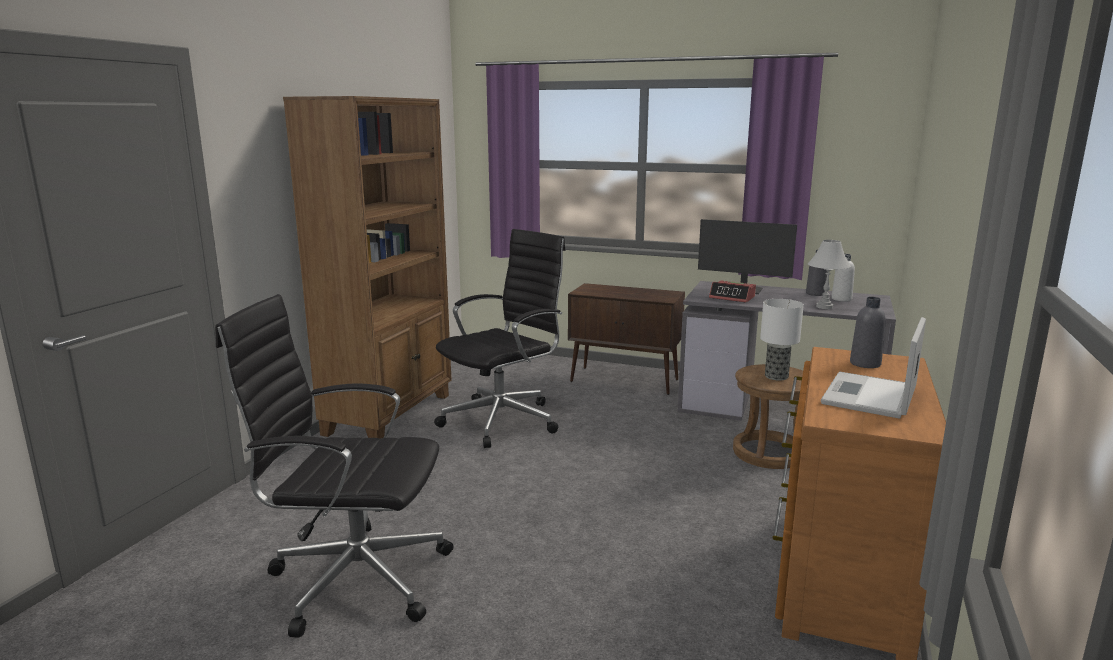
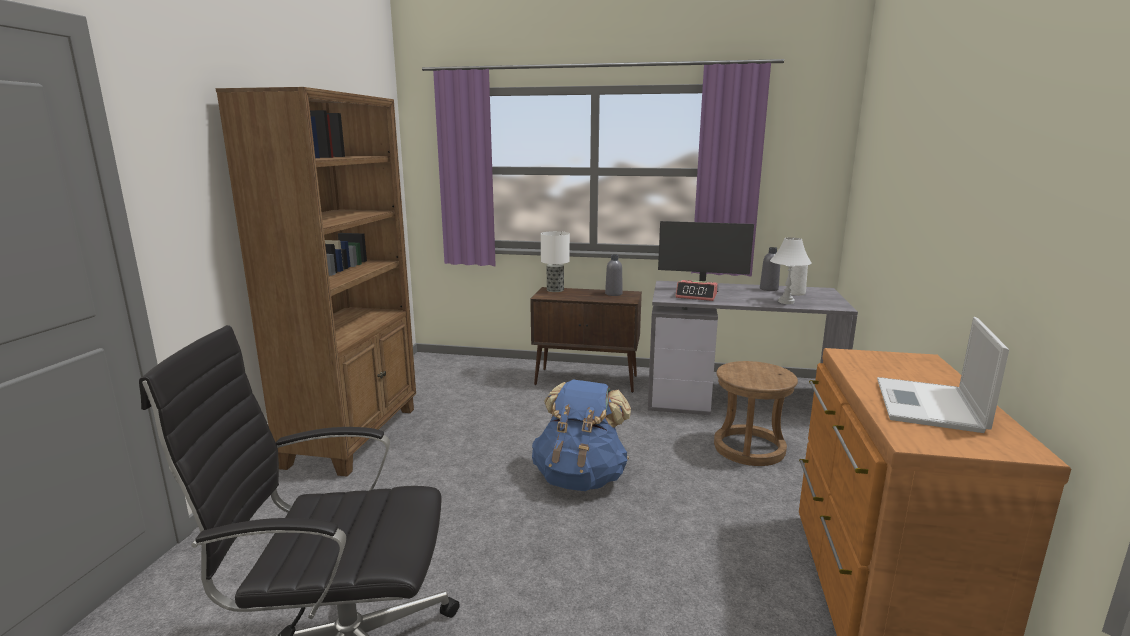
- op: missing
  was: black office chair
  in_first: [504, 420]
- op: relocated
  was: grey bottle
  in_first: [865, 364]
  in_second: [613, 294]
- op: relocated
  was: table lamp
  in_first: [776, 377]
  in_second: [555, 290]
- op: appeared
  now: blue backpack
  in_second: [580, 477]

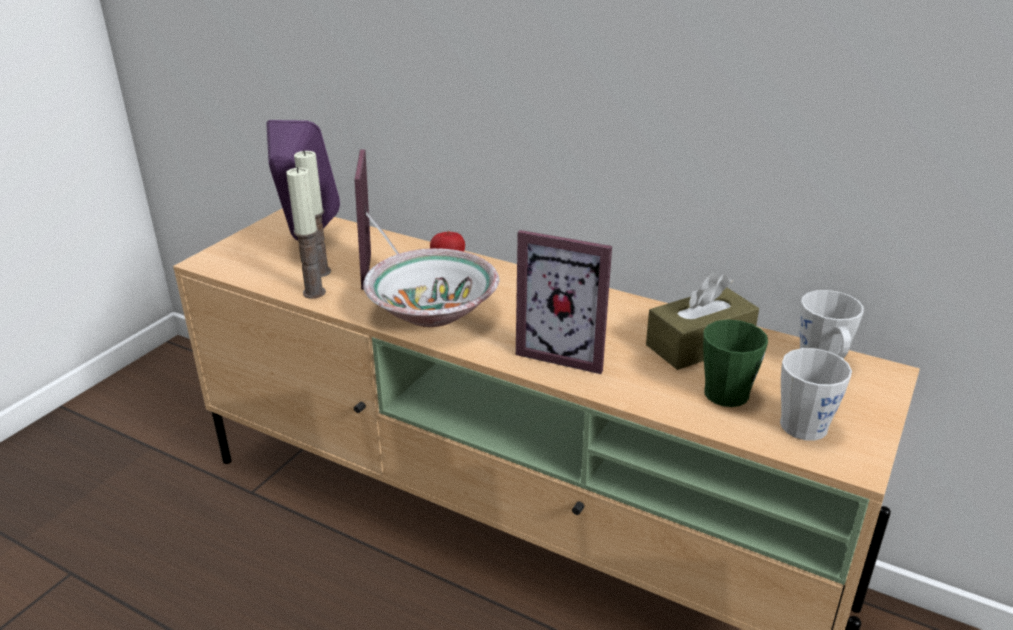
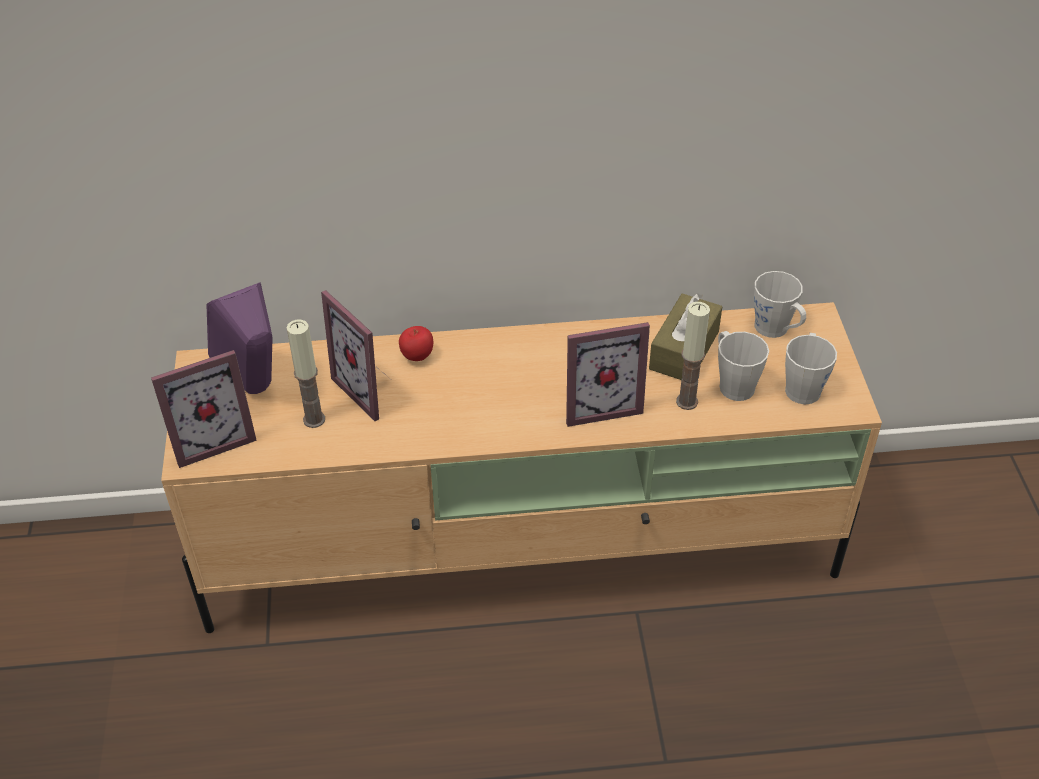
- op: relocated
  was: candle
  in_first: [314, 292]
  in_second: [686, 401]
- op: missing
  was: bowl
  in_first: [434, 311]
- op: colour
  was: green mug
  now: grey mug
  in_first: [726, 388]
  in_second: [733, 383]
- op: appeared
  now: picture frame
  in_second: [211, 438]

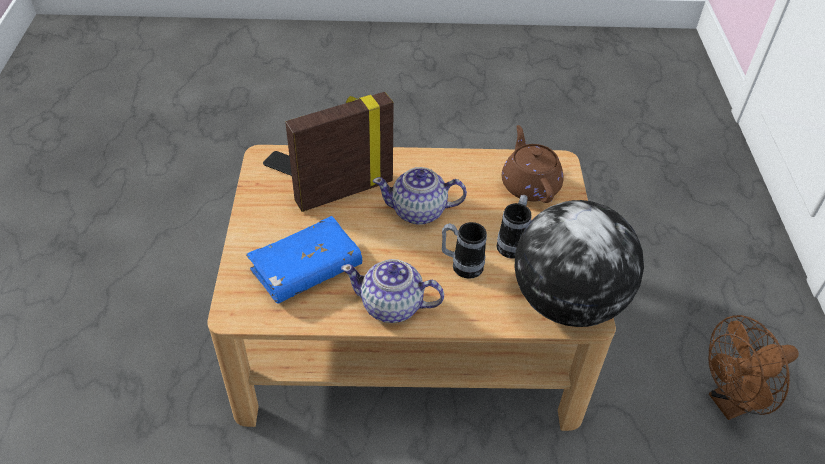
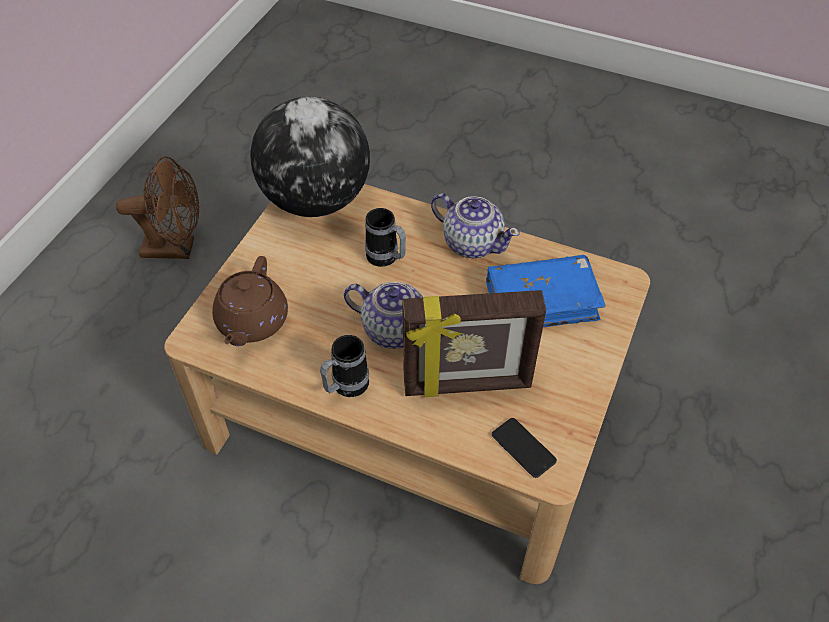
- op: relocated
  was: mug
  in_first: [513, 243]
  in_second: [345, 387]

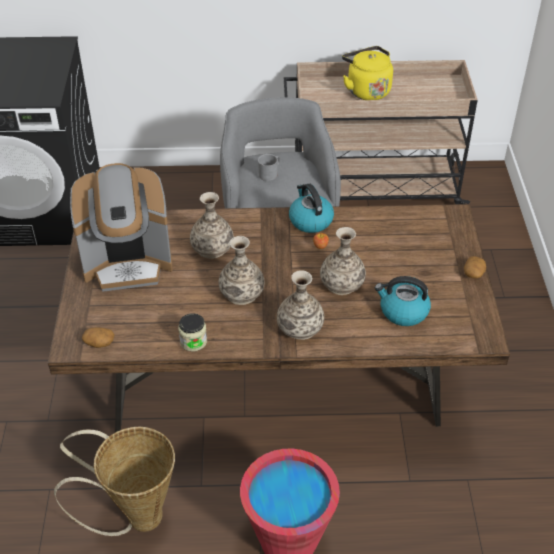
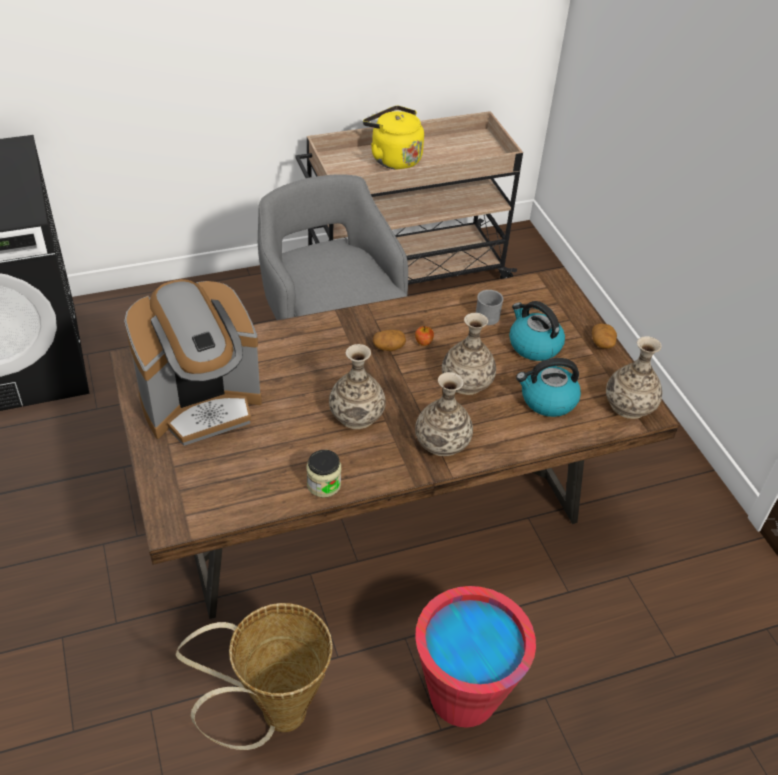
- op: relocated
  was: grey mug
  in_first: [270, 173]
  in_second: [488, 314]
- op: relocated
  was: kettle
  in_first: [310, 220]
  in_second: [533, 345]
- op: relocated
  was: vase
  in_first: [212, 248]
  in_second: [629, 405]
- op: relocated
  was: potato
  in_first: [99, 343]
  in_second: [388, 347]

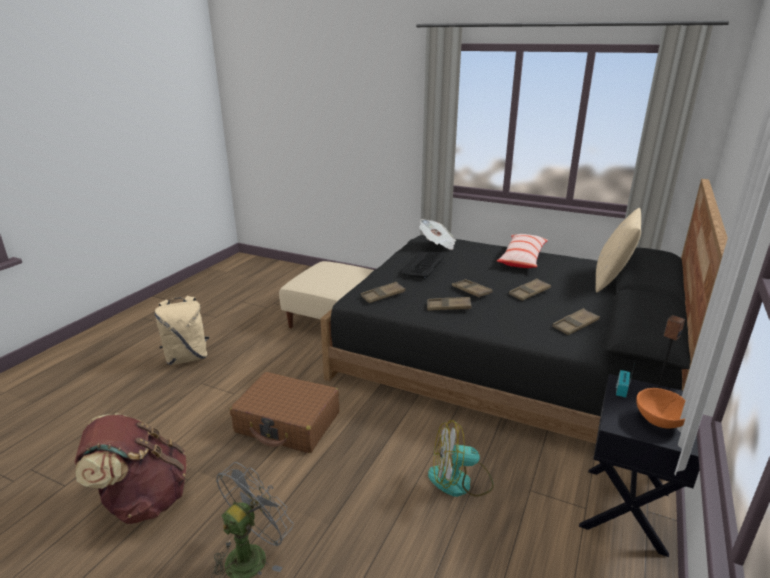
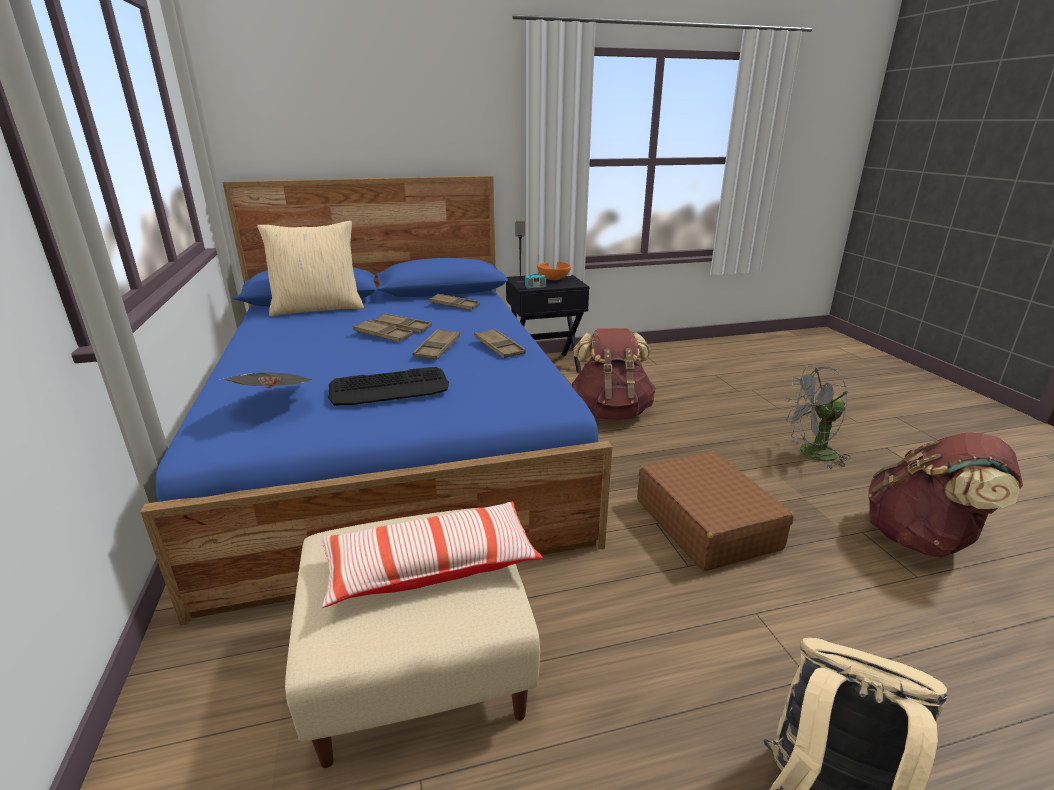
- op: colour
  was: black bed
  now: blue bed
  in_first: [506, 360]
  in_second: [396, 444]
- op: relocated
  was: pillow
  in_first: [522, 258]
  in_second: [431, 566]
- op: relocated
  was: brown tray
  in_first: [383, 295]
  in_second: [383, 335]
- op: exchanged
  was: fan
  now: brown backpack
  in_first: [460, 481]
  in_second: [610, 412]

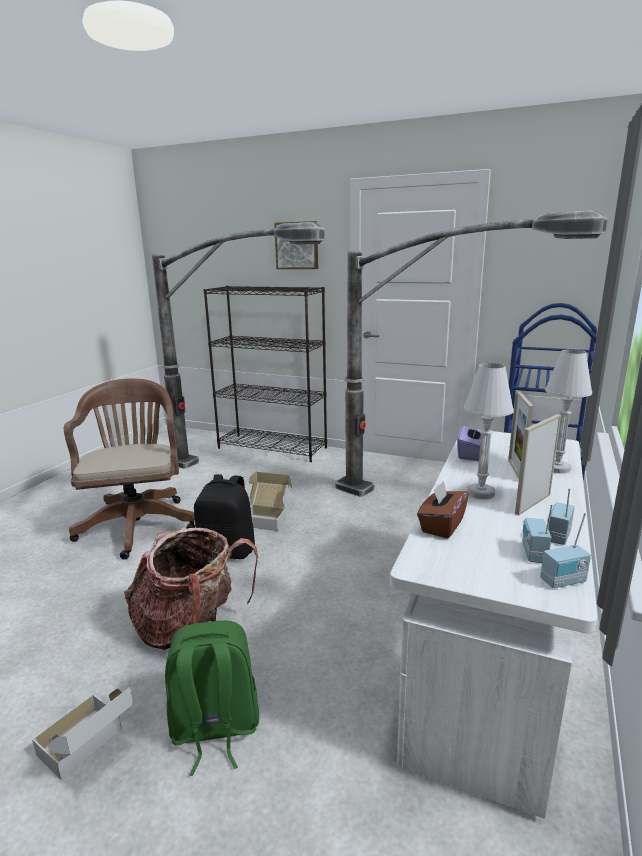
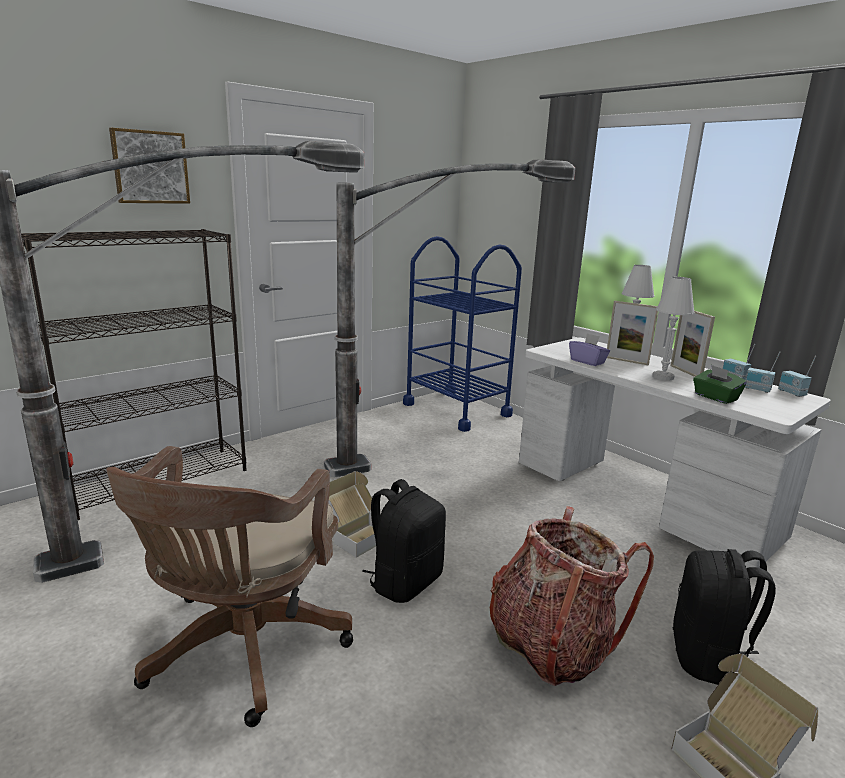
- op: spun
  was: brown office chair
  in_first: [138, 523]
  in_second: [242, 651]
  clockwise: -90
- op: colour
  was: brown tissue box
  now: green tissue box
  in_first: [441, 525]
  in_second: [715, 397]
- op: spun
  was: radio
  in_first: [564, 582]
  in_second: [791, 393]
  clockwise: 150
- op: colour
  was: green backpack
  now: black backpack
  in_first: [214, 729]
  in_second: [708, 658]

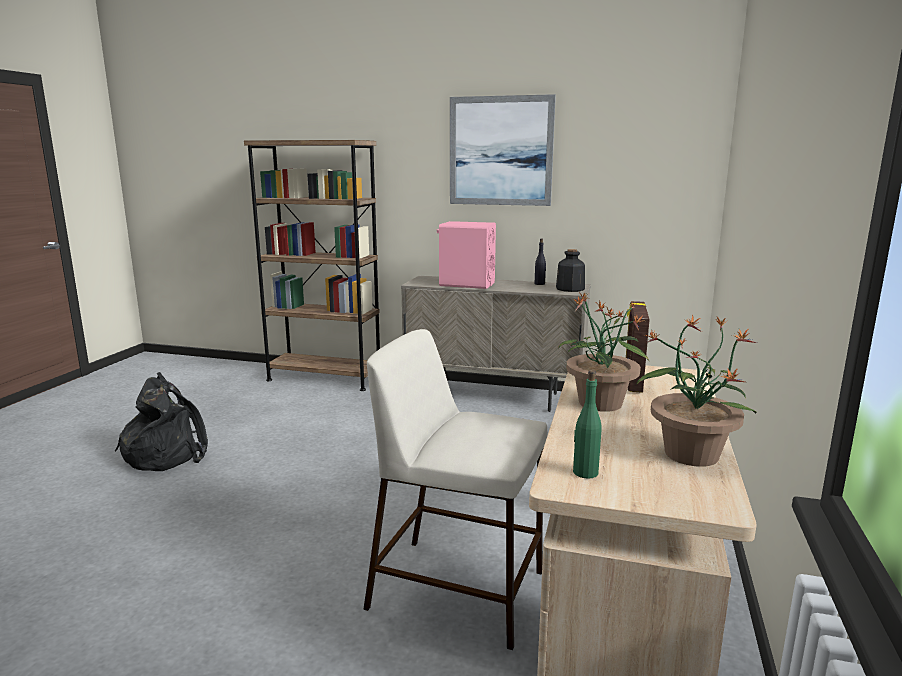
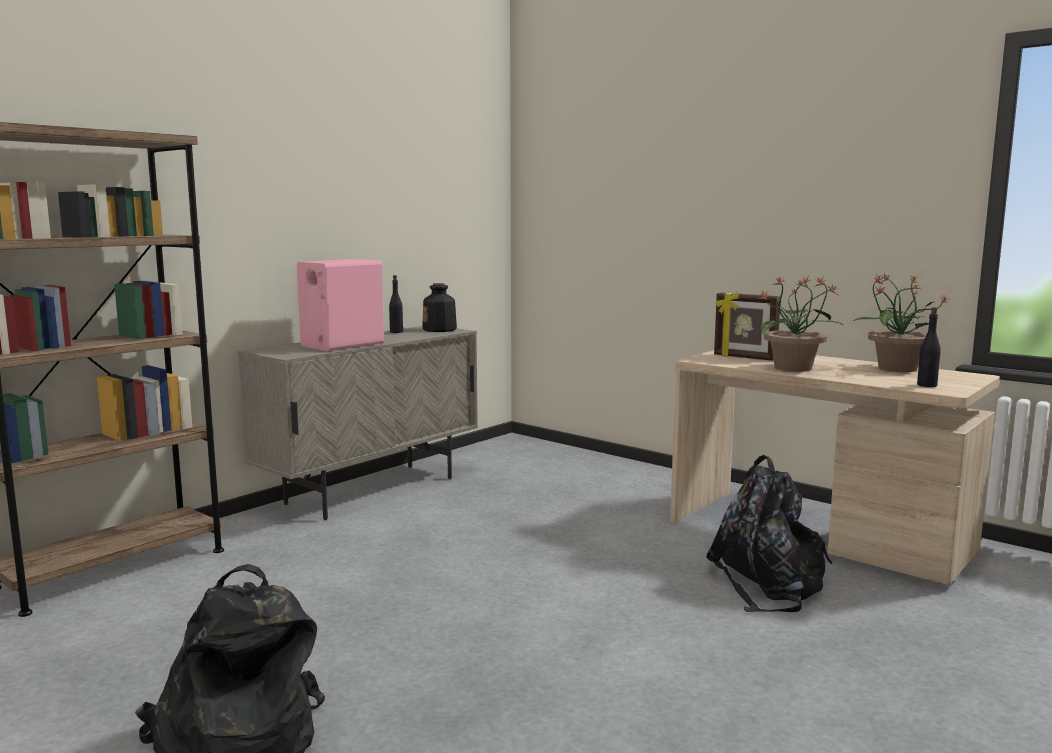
- op: missing
  was: picture
  in_first: [500, 151]
- op: exchanged
  was: beige stool
  now: black backpack
  in_first: [459, 589]
  in_second: [768, 583]
- op: colour
  was: green bottle
  now: black bottle
  in_first: [585, 472]
  in_second: [926, 385]

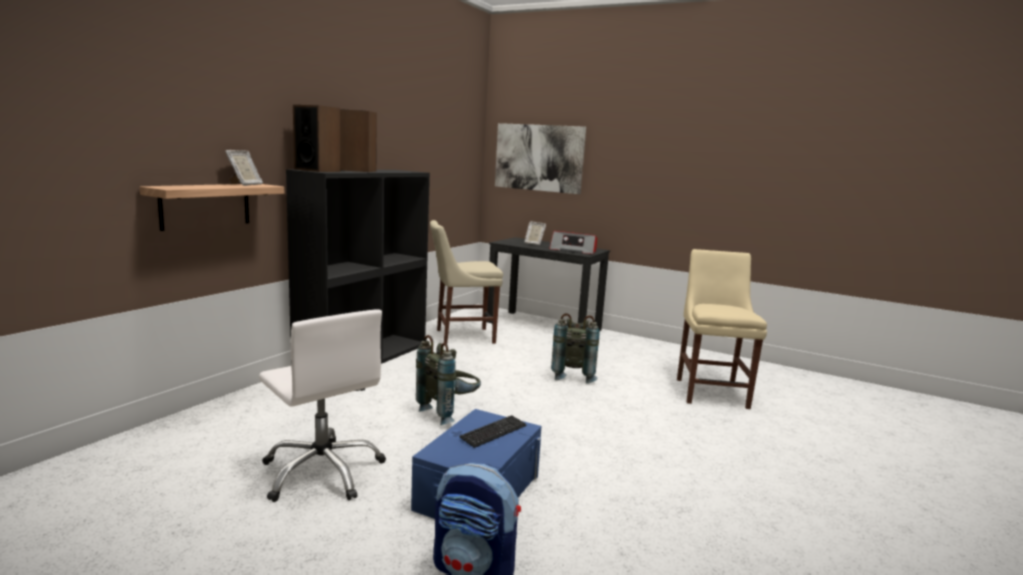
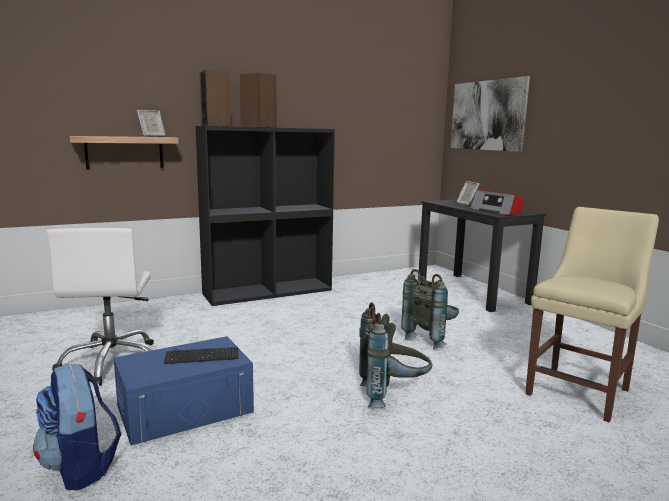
- op: missing
  was: beige chair
  in_first: [461, 336]
- op: relocated
  was: grey backpack
  in_first: [449, 413]
  in_second: [392, 395]

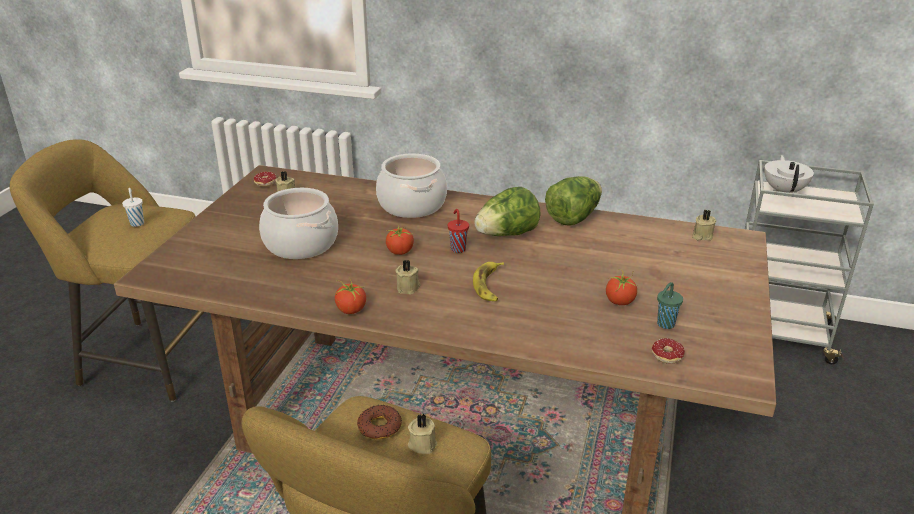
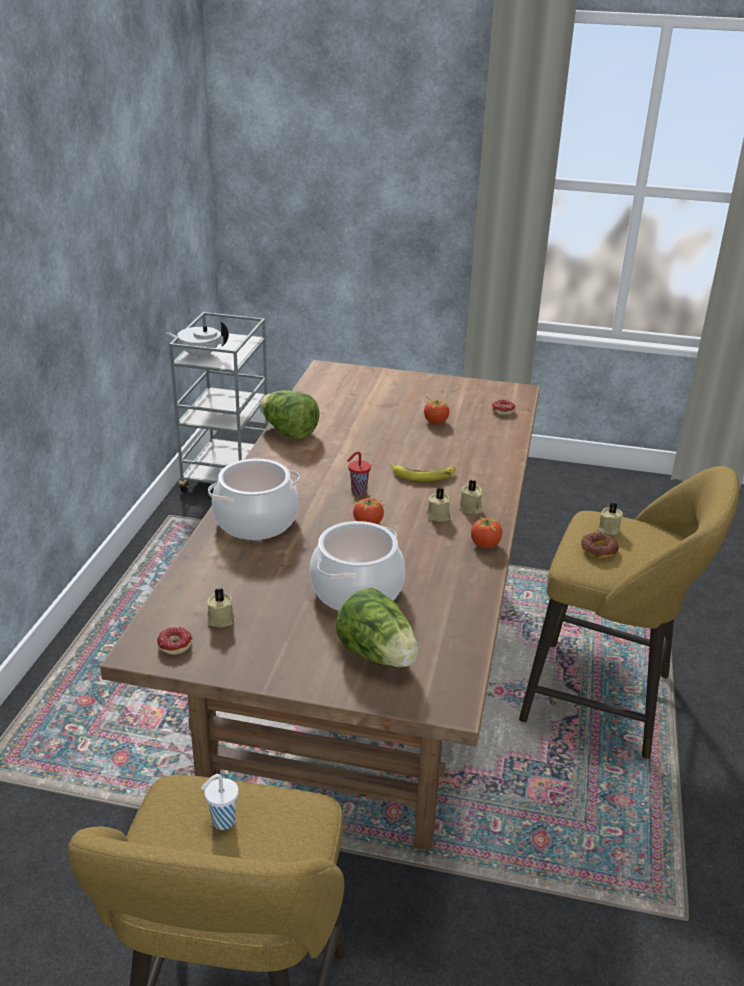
- op: relocated
  was: lettuce
  in_first: [507, 234]
  in_second: [377, 655]
- op: relocated
  was: beige candle
  in_first: [701, 236]
  in_second: [470, 508]
- op: missing
  was: green cup
  in_first: [665, 324]

